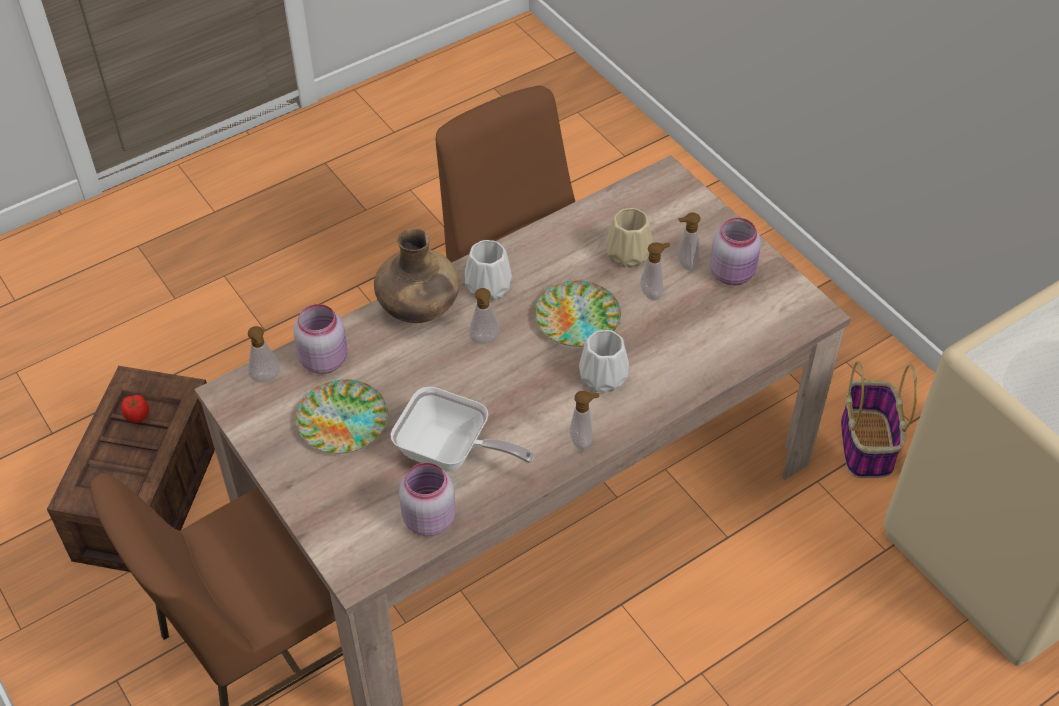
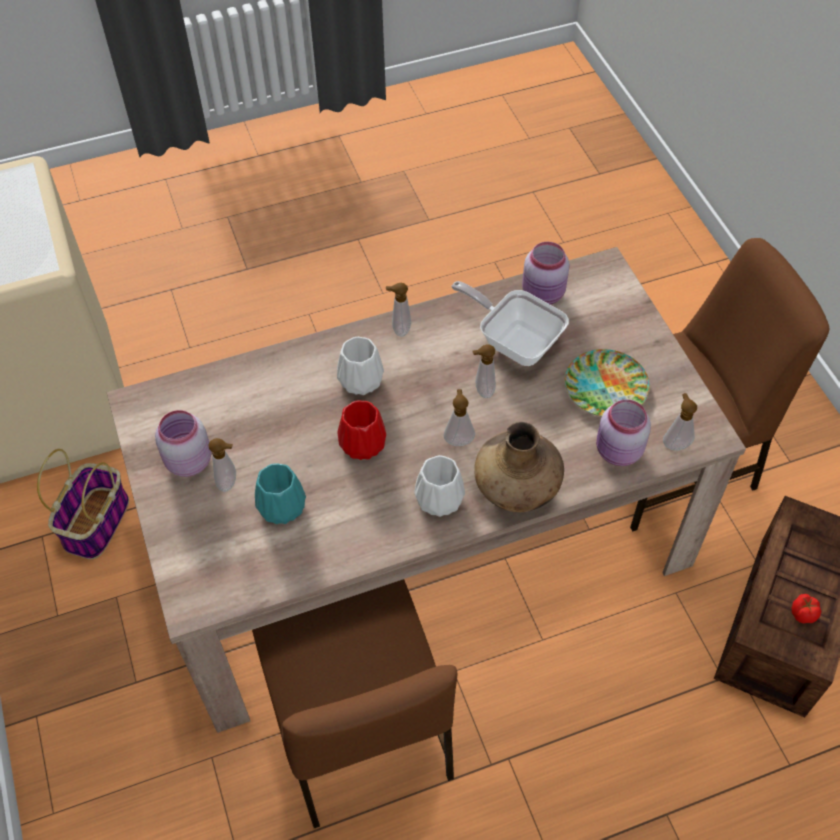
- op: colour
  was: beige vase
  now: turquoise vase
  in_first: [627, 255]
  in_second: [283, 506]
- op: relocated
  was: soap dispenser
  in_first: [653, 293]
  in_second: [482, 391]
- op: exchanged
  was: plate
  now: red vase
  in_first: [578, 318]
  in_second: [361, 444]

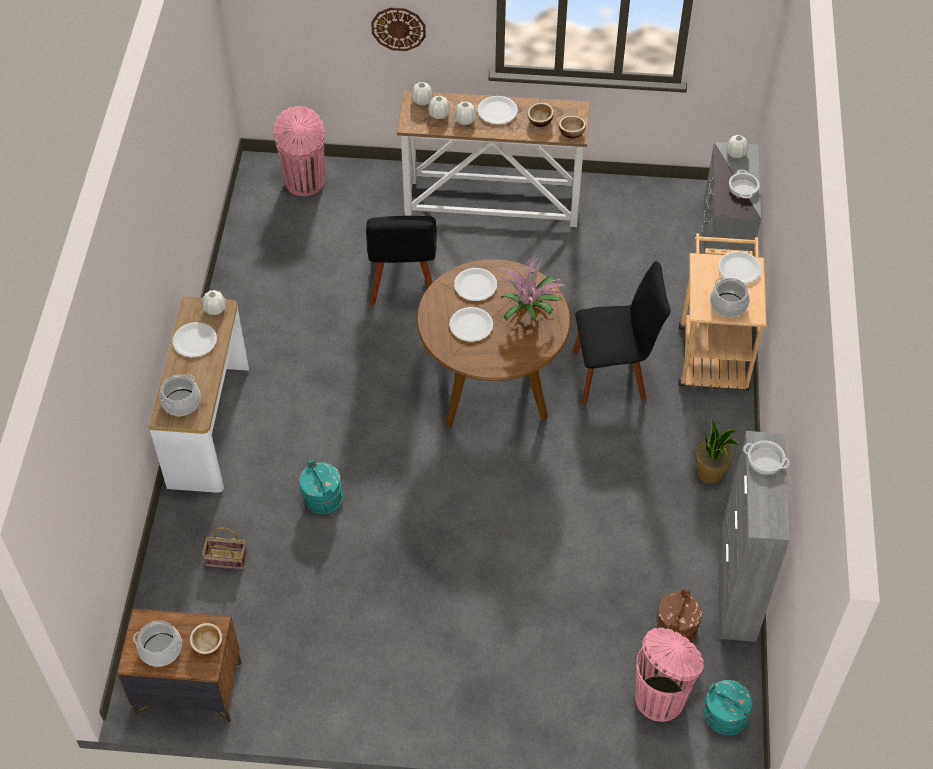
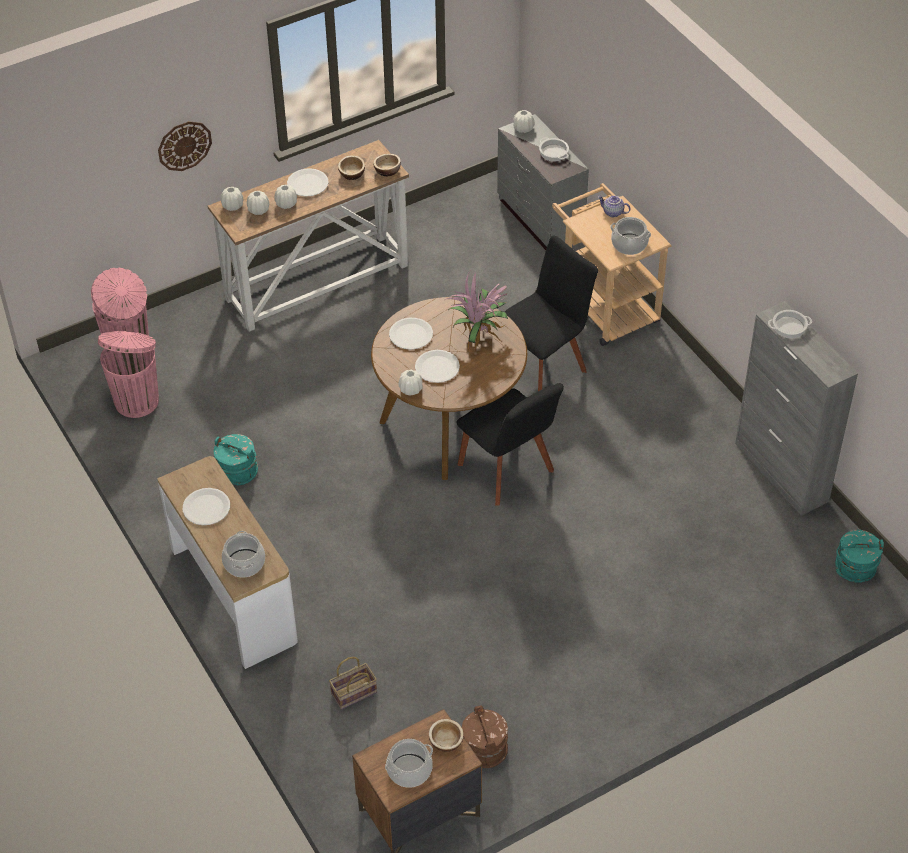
- op: relocated
  was: black chair
  in_first: [403, 285]
  in_second: [508, 471]
- op: exchanged
  was: white plate
  now: teapot
  in_first: [739, 269]
  in_second: [612, 213]
- op: relocated
  was: white vase
  in_first: [215, 309]
  in_second: [410, 389]
- op: missing
  was: potted plant
  in_first: [710, 473]
- op: relocated
  was: turquoise bucket
  in_first: [322, 499]
  in_second: [237, 472]
- op: relocated
  was: brown bucket
  in_first: [675, 629]
  in_second: [484, 751]
- op: relocated
  was: pink trash can
  in_first: [661, 697]
  in_second: [137, 400]

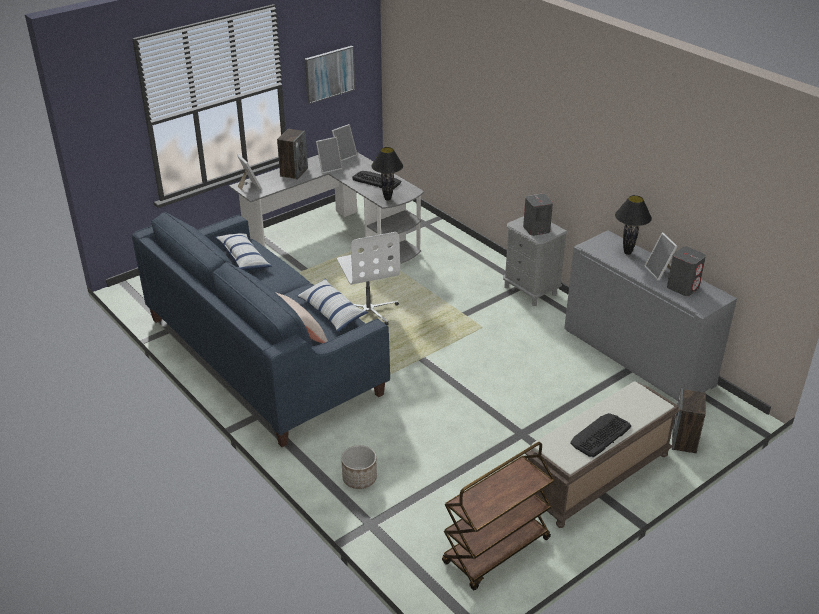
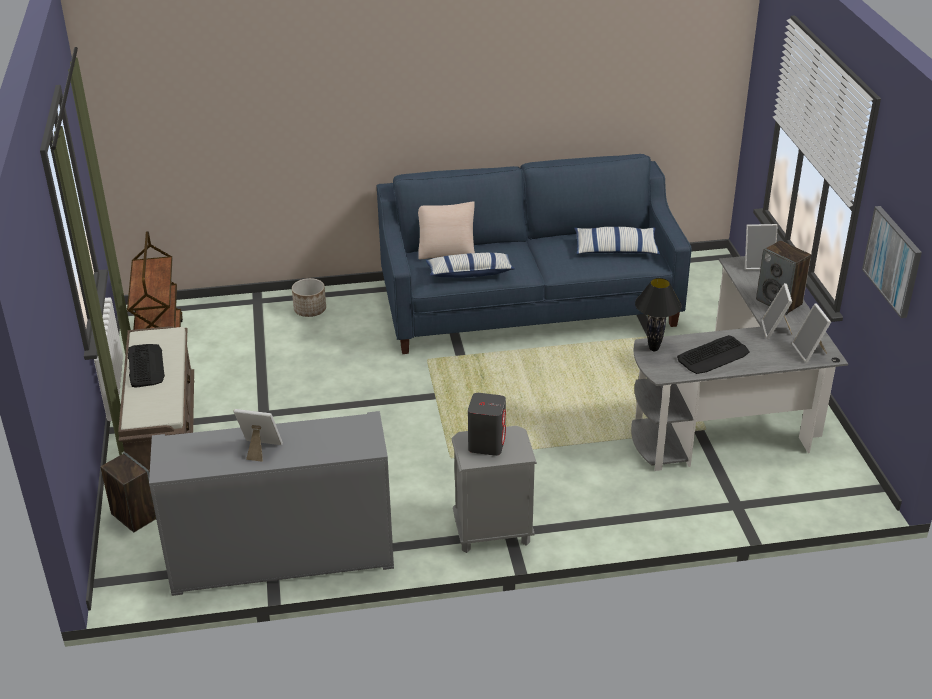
- op: missing
  was: black table lamp
  in_first: [627, 252]
- op: missing
  was: white office chair
  in_first: [369, 310]
- op: missing
  was: grey speaker
  in_first: [683, 287]

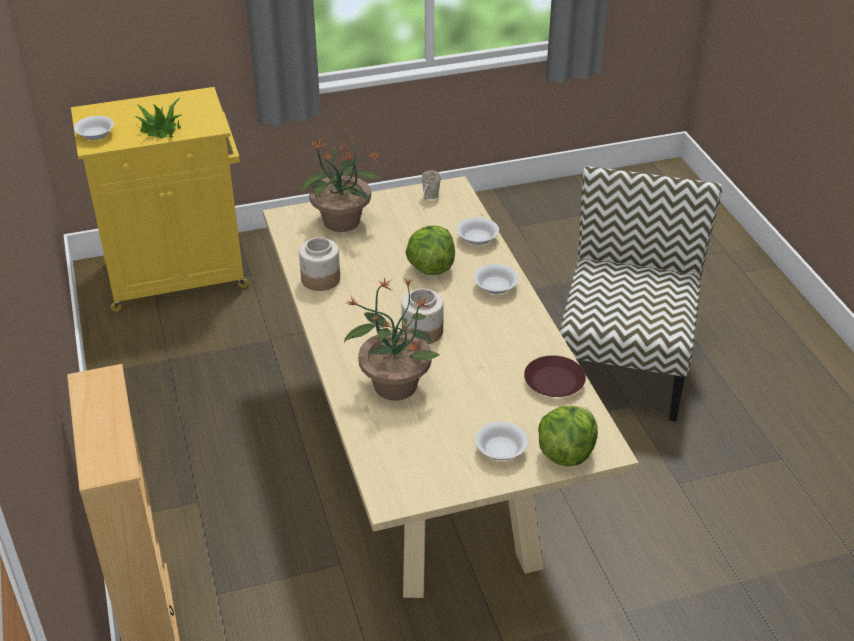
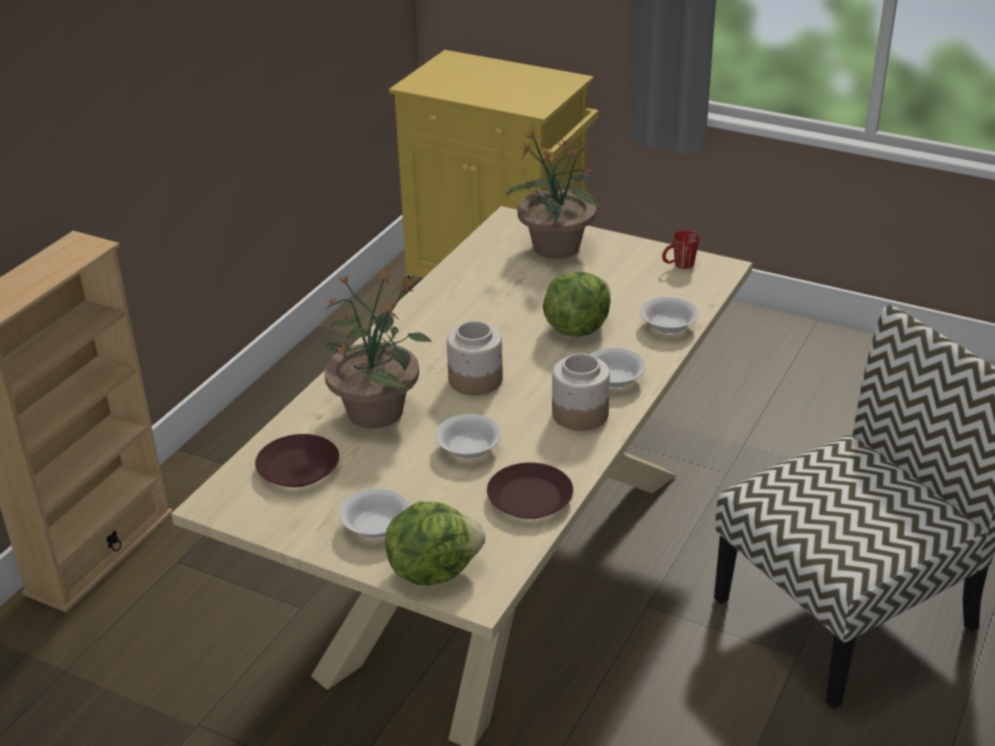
- op: missing
  was: potted plant
  in_first: [161, 129]
- op: relocated
  was: white bowl
  in_first: [96, 135]
  in_second: [469, 448]
- op: colour
  was: white mug
  now: red mug
  in_first: [429, 198]
  in_second: [678, 265]
- op: relocated
  was: jar
  in_first: [320, 279]
  in_second: [579, 414]
- op: appeared
  now: brown plate
  in_second: [299, 467]

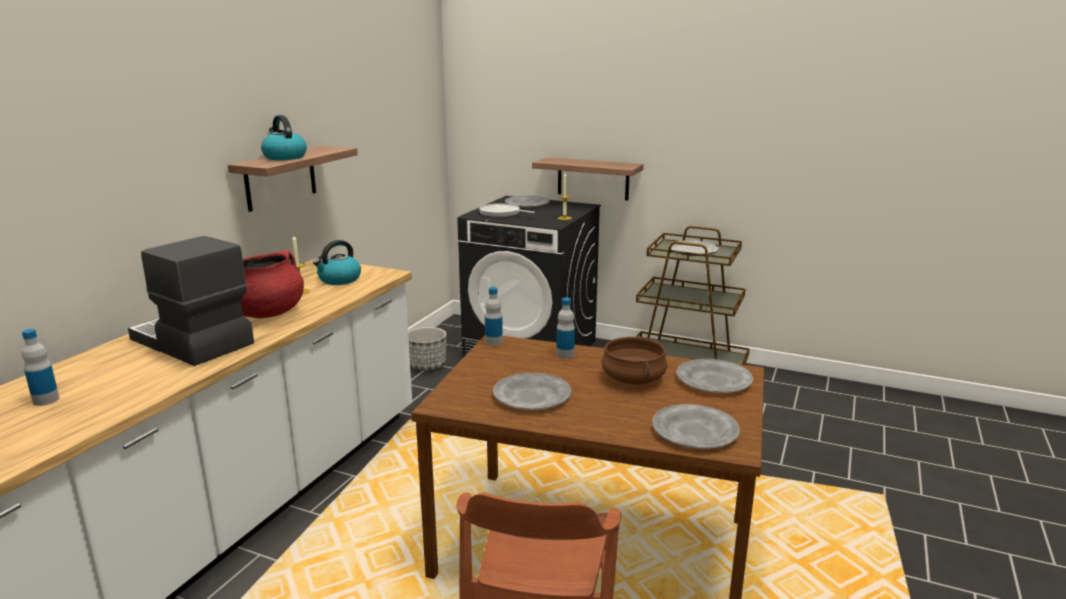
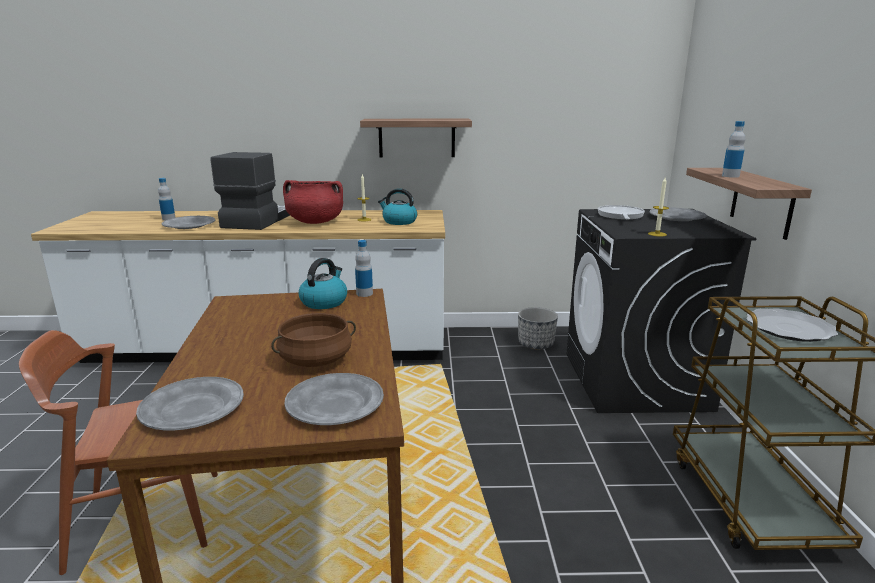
- op: relocated
  was: kettle
  in_first: [284, 157]
  in_second: [324, 302]
- op: relocated
  was: bottle
  in_first: [565, 354]
  in_second: [730, 176]
- op: relocated
  was: grey plate
  in_first: [531, 396]
  in_second: [189, 225]

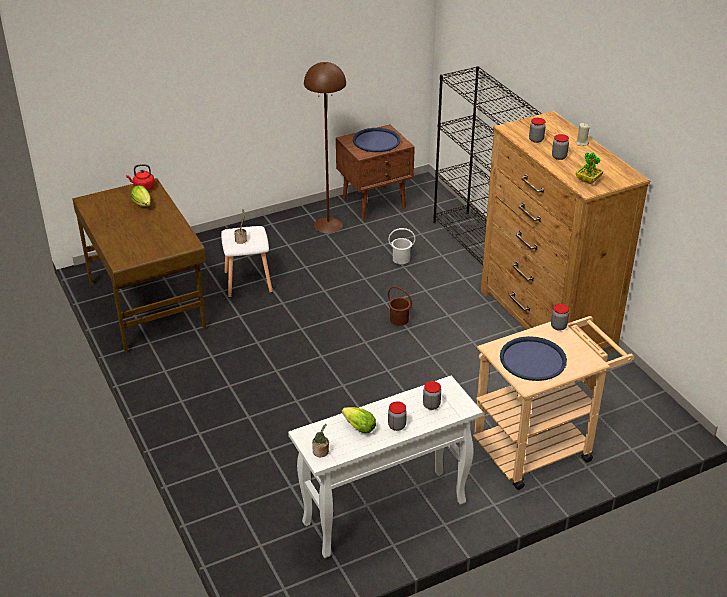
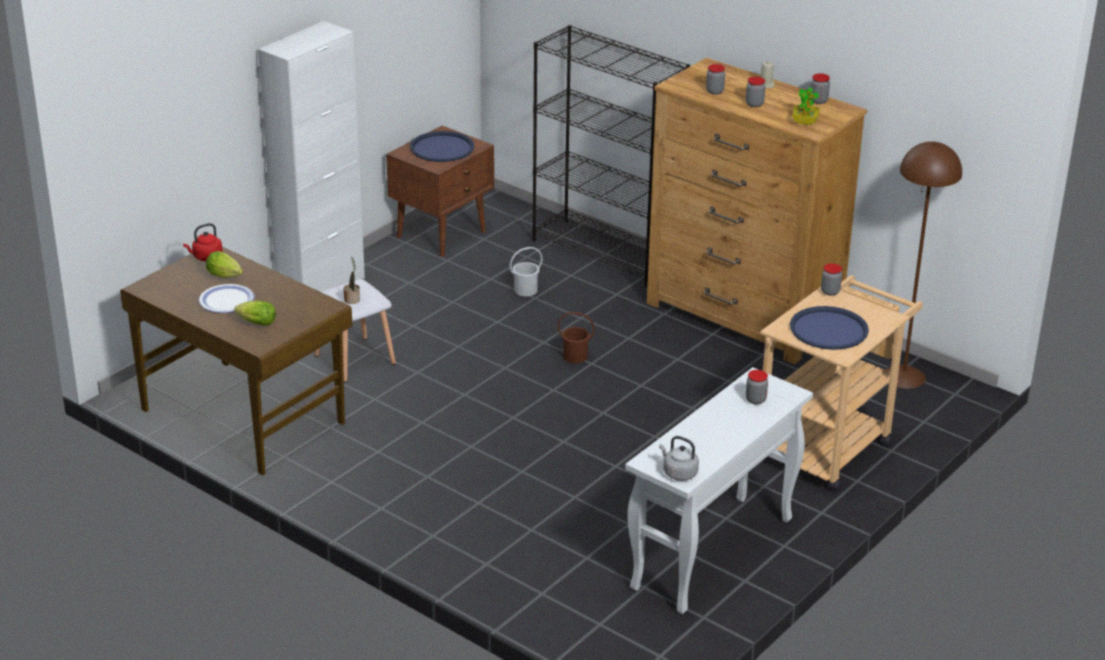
- op: relocated
  was: brown floor lamp
  in_first: [328, 225]
  in_second: [904, 376]
- op: relocated
  was: jar
  in_first: [397, 426]
  in_second: [818, 101]
- op: relocated
  was: lettuce
  in_first: [357, 427]
  in_second: [255, 323]
- op: exchanged
  was: potted plant
  now: grey kettle
  in_first: [321, 452]
  in_second: [678, 473]
- op: appeared
  now: white cabinet
  in_second: [321, 288]
- op: appeared
  now: plate
  in_second: [227, 300]

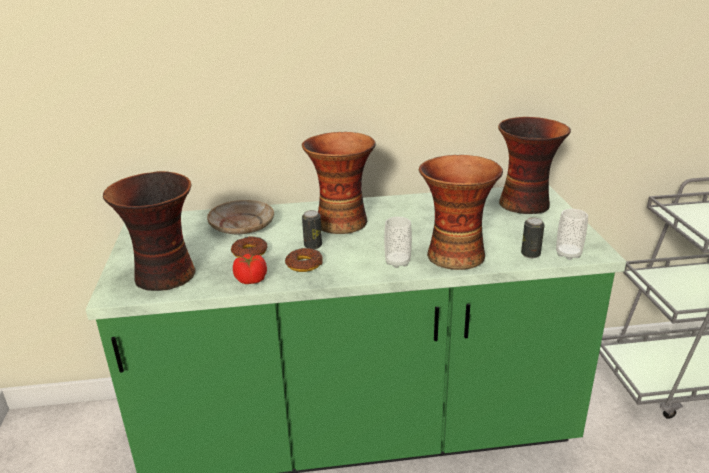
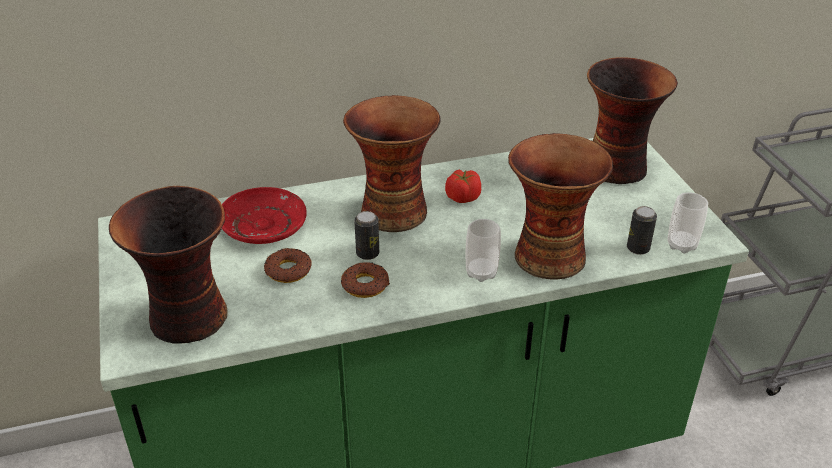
- op: colour
  was: beige plate
  now: red plate
  in_first: [242, 225]
  in_second: [263, 225]
- op: relocated
  was: tomato
  in_first: [251, 280]
  in_second: [462, 197]

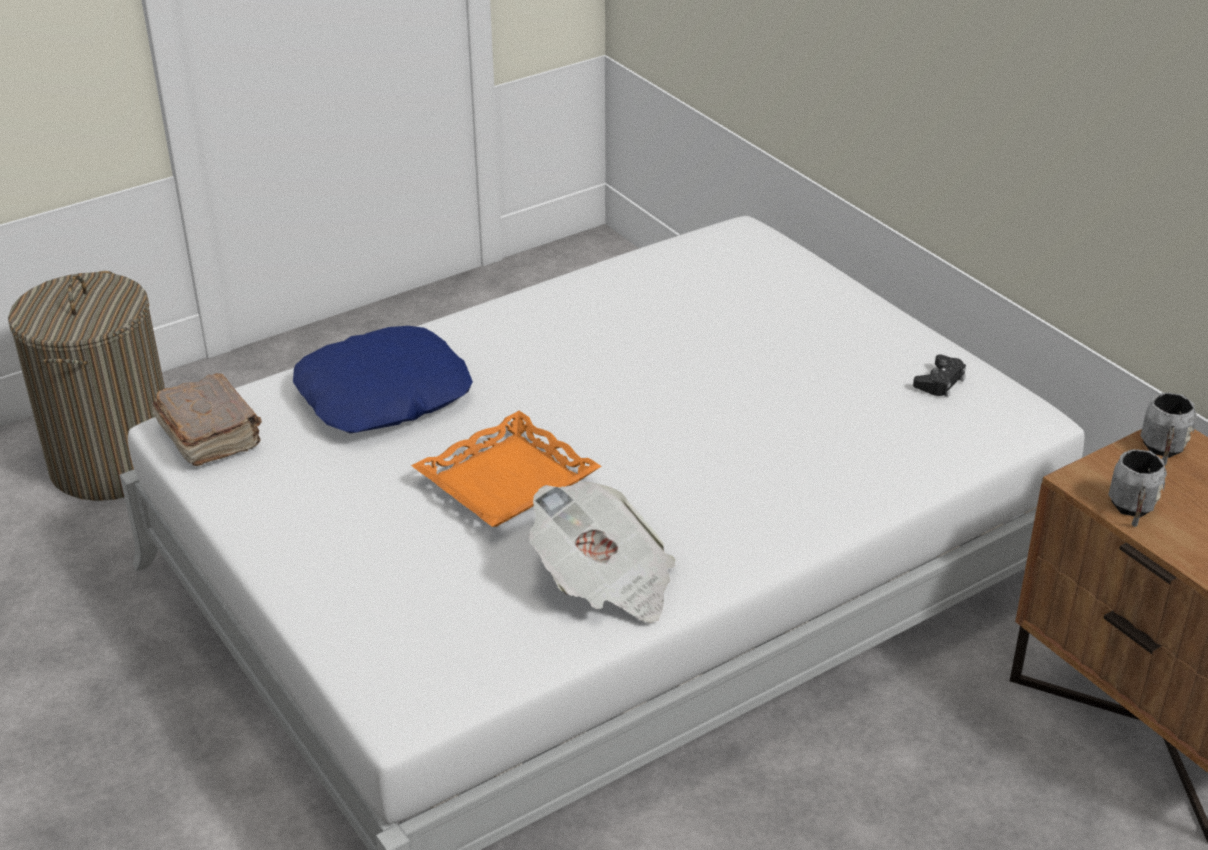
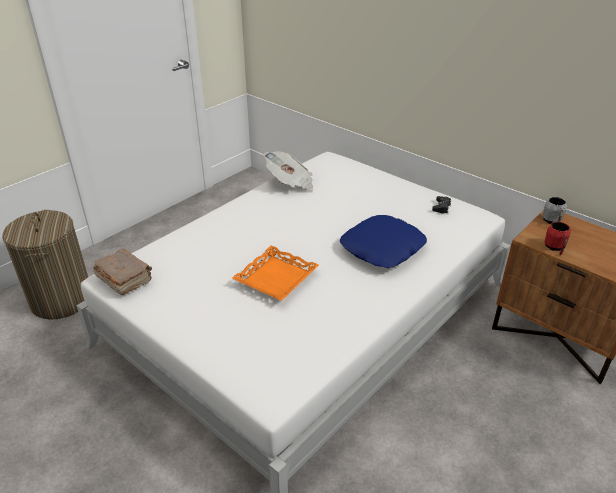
- op: relocated
  was: blue pillow
  in_first: [384, 396]
  in_second: [383, 248]
- op: colour
  was: grey mug
  now: red mug
  in_first: [1132, 510]
  in_second: [555, 248]
- op: relocated
  was: newspaper
  in_first: [605, 582]
  in_second: [290, 183]

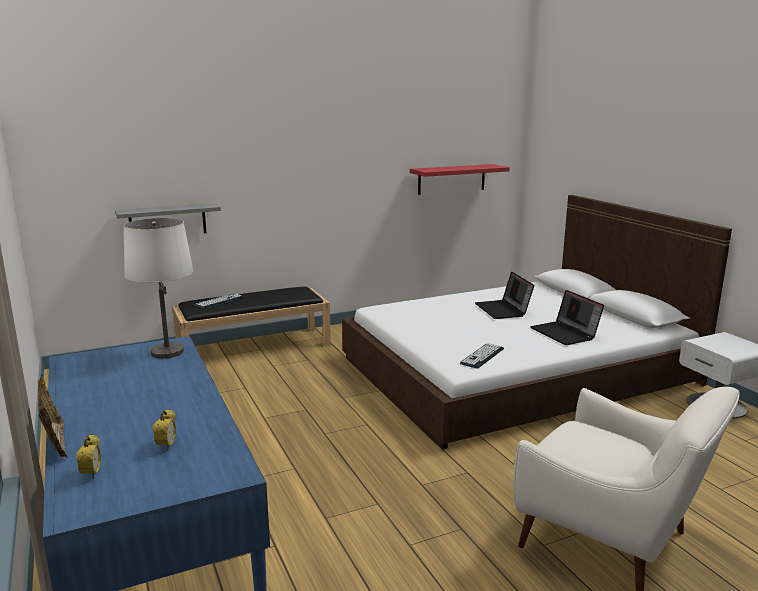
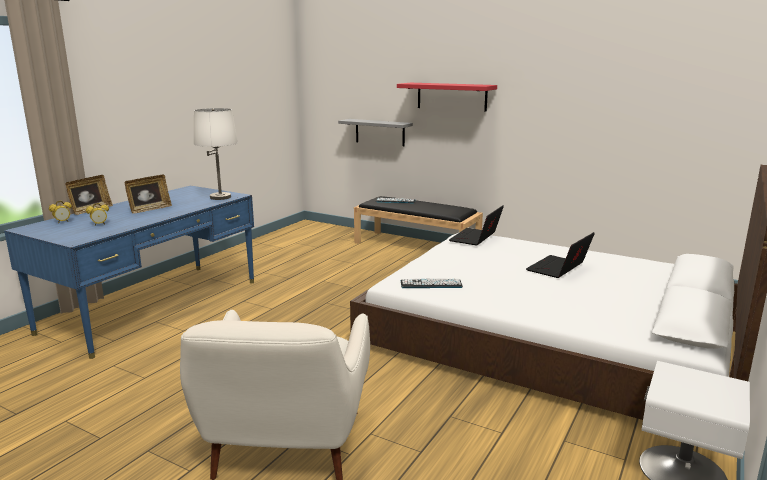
- op: relocated
  was: red shelf
  in_first: [451, 179]
  in_second: [451, 96]
- op: relocated
  was: laptop
  in_first: [565, 333]
  in_second: [476, 238]
- op: appeared
  now: picture frame
  in_second: [149, 209]

